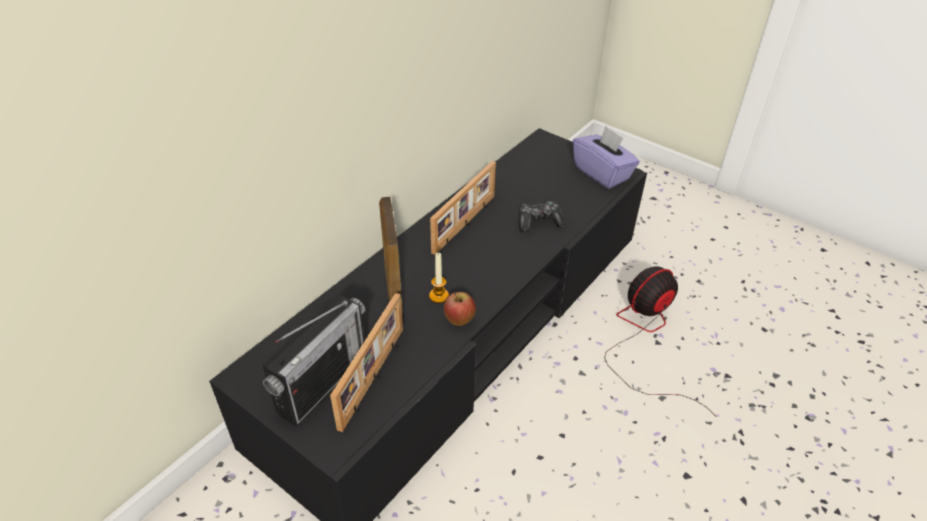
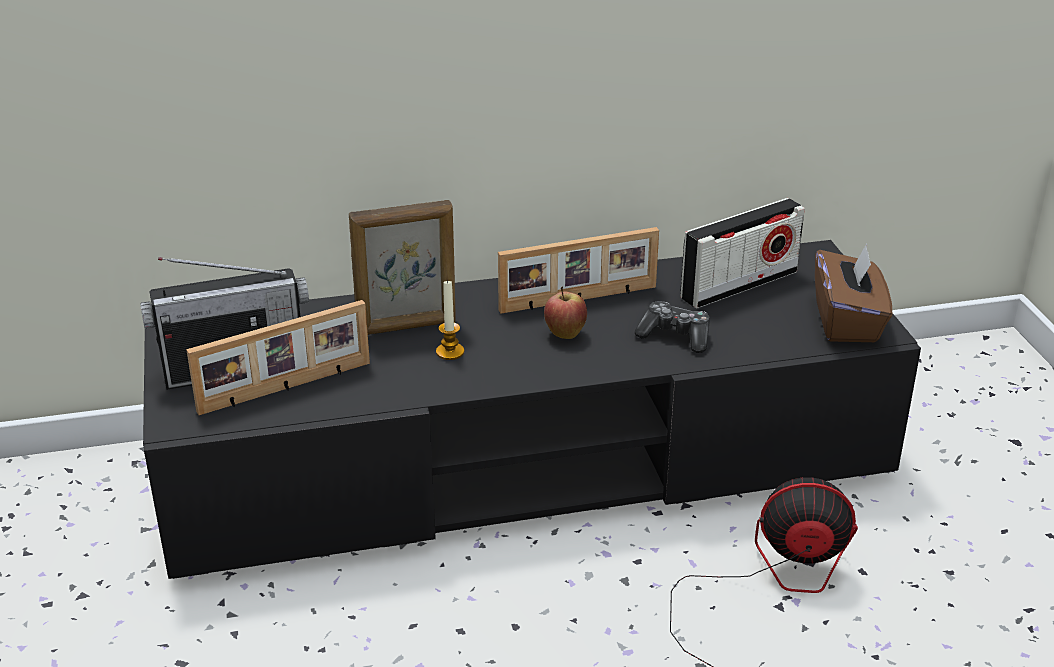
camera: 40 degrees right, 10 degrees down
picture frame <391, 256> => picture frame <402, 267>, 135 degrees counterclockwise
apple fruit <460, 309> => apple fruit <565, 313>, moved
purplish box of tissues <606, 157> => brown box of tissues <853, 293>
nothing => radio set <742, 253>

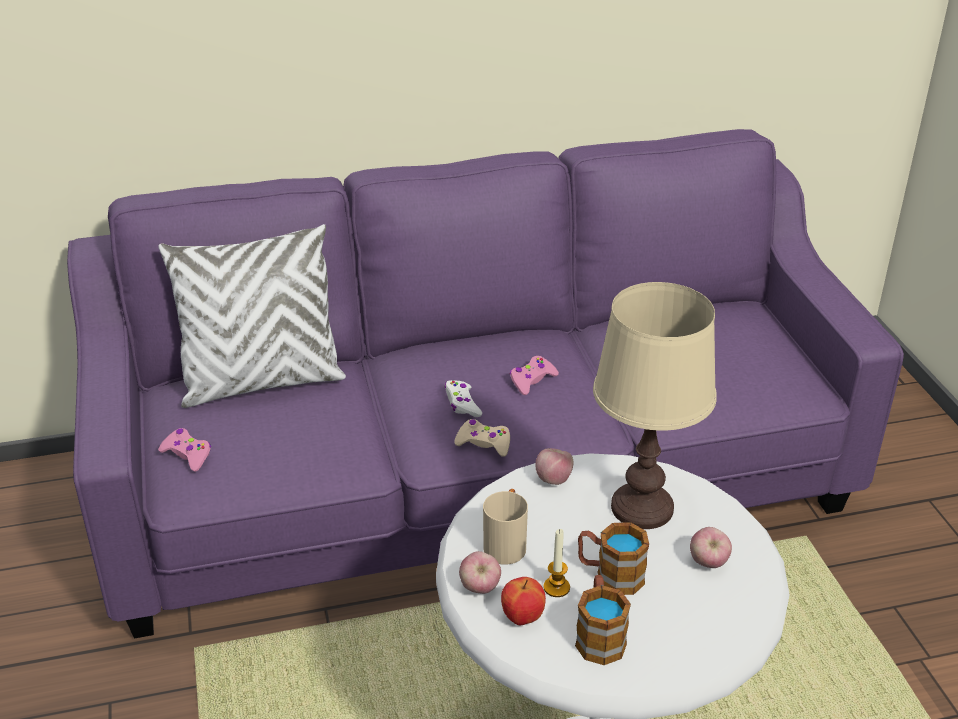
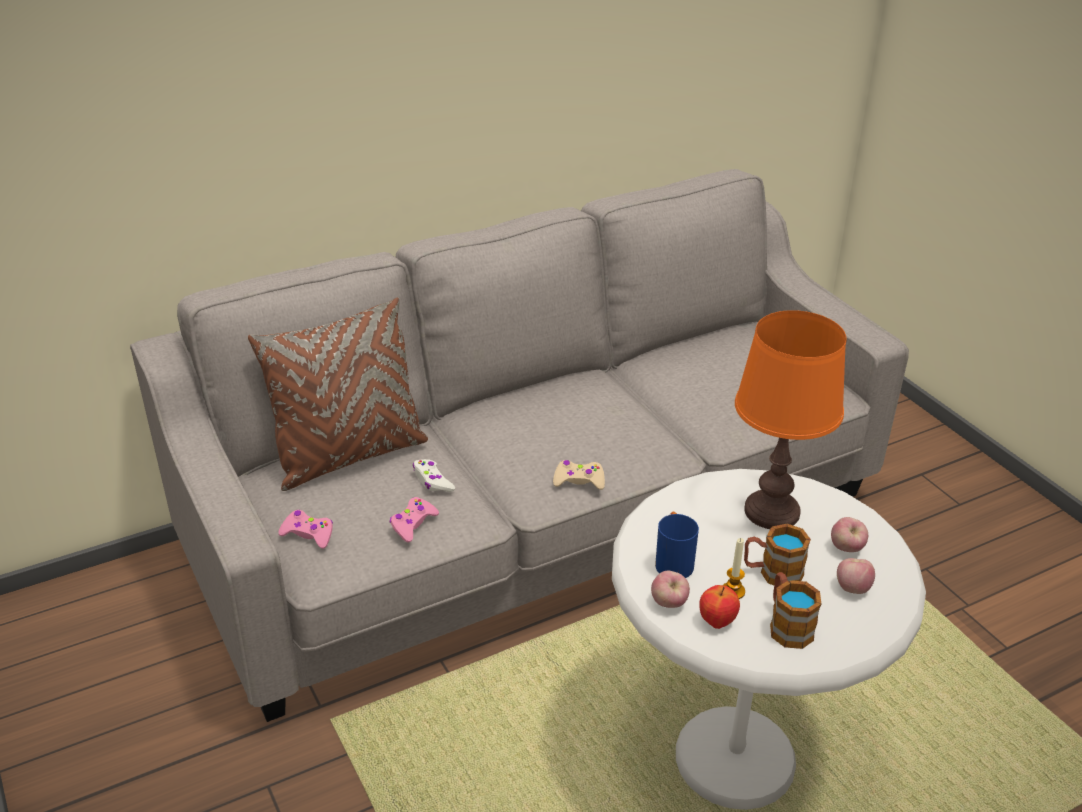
camera: 15 degrees left, 0 degrees up
purplish couch <485, 384> => grey couch <519, 445>
white-coloured cushion <252, 316> => brown cushion <338, 394>
white-coloured joypad <463, 398> => white-coloured joypad <434, 475>, moved
beige tea mug <505, 527> => bluish tea mug <677, 545>
pink-coloured joypad <534, 375> => pink-coloured joypad <414, 519>, moved
apple fruit <554, 466> => apple fruit <856, 576>, moved
beige table lamp <655, 405> => orangey table lamp <790, 419>

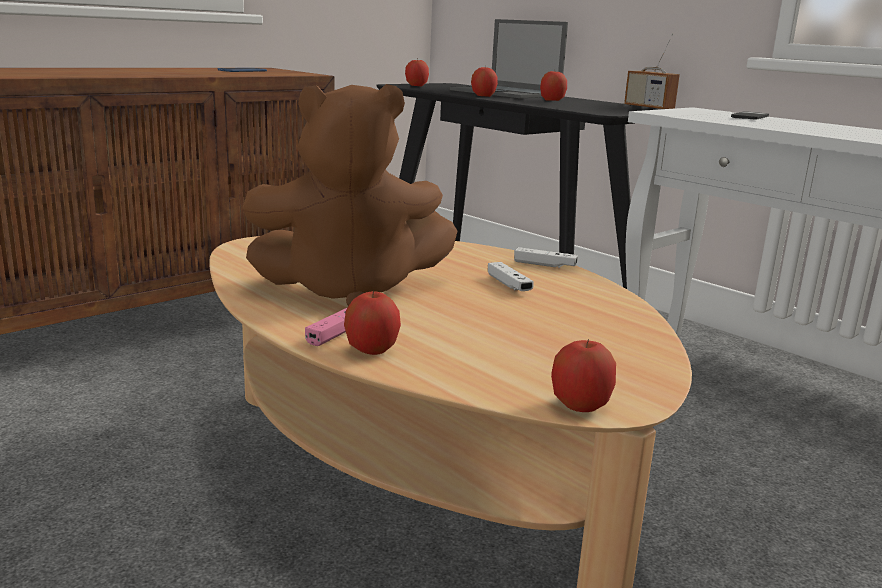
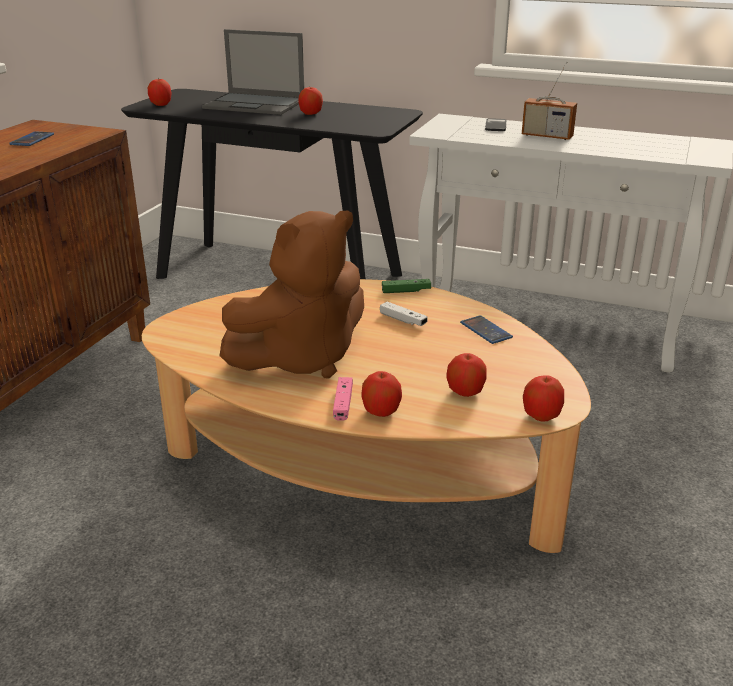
camera: 25 degrees left, 10 degrees up
apple fruit <484, 81> => apple fruit <467, 375>, moved
white-coloured joypad <546, 257> => green joypad <406, 286>
radio set <652, 71> => radio set <549, 101>, moved
nothing => handset <486, 329>

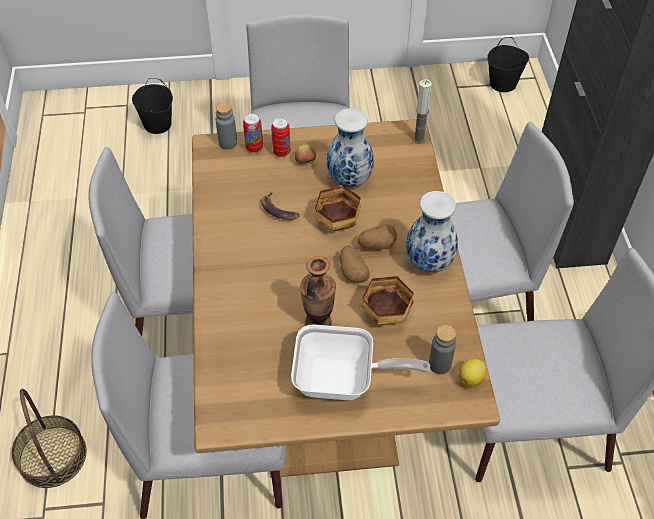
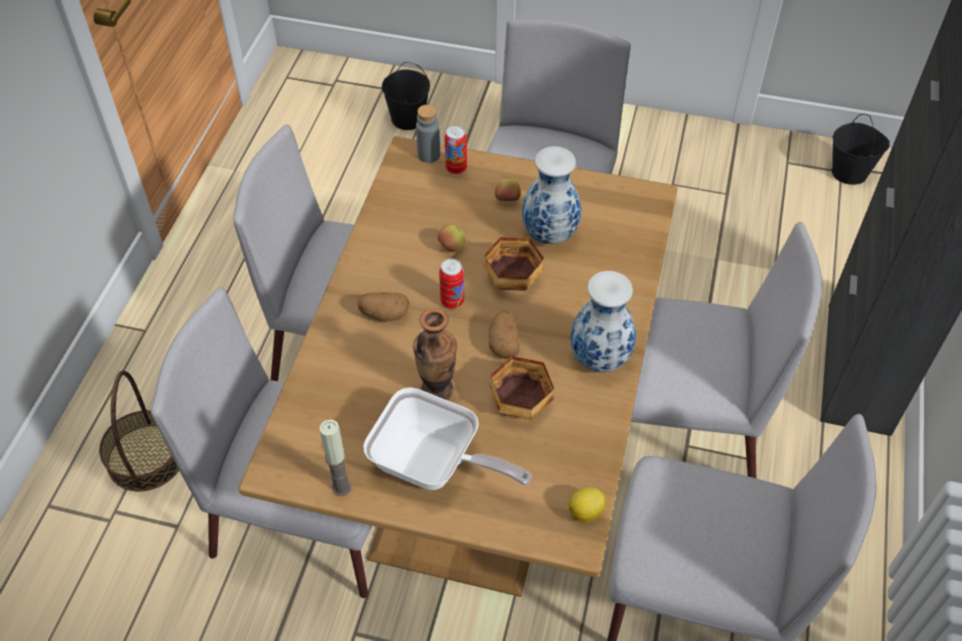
camera: 20 degrees right, 0 degrees up
banana <280, 206> => apple fruit <451, 238>
sealed can <281, 137> => sealed can <451, 284>, moved
potato <377, 237> => potato <384, 306>, moved
wax light <422, 111> => wax light <335, 457>, moved
grey beverage bottle <442, 349> => nothing

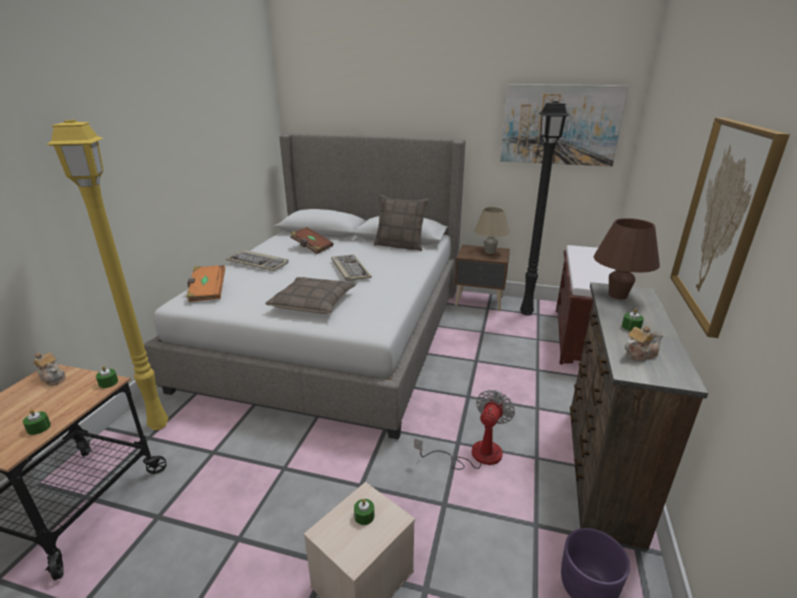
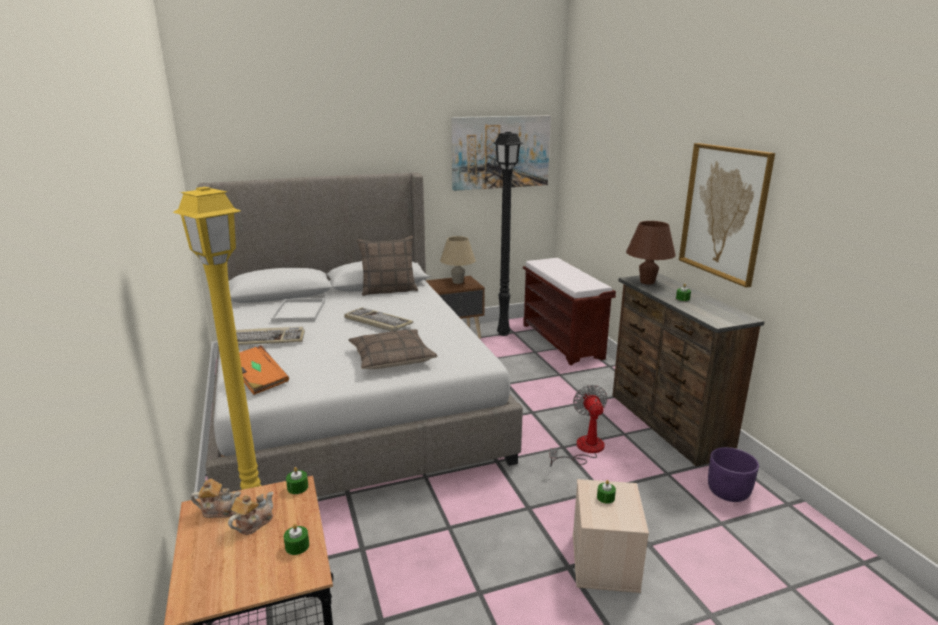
camera: 35 degrees left, 5 degrees down
brown volume <311, 240> => white-coloured carrying tray <298, 310>
teapot <644, 343> => teapot <250, 513>, moved

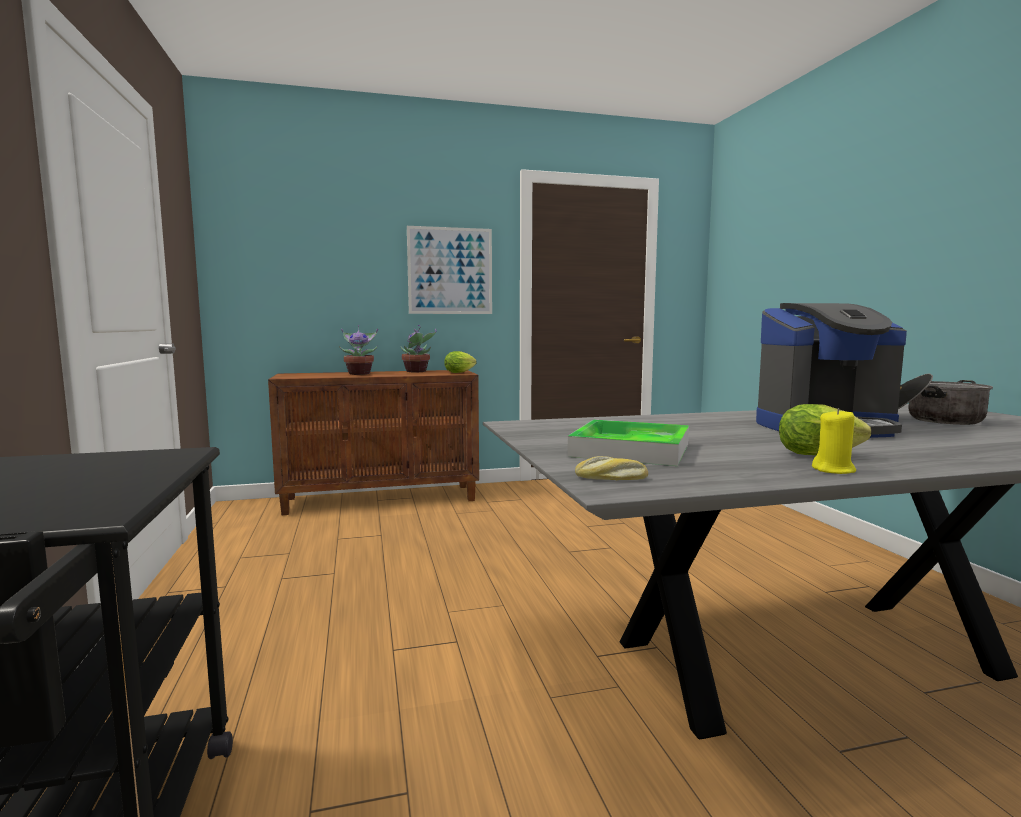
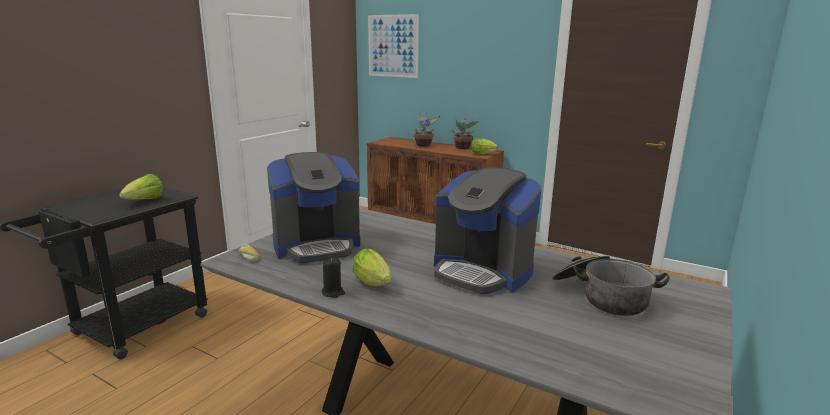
camera: 45 degrees right, 10 degrees up
picture <449, 270> => picture <393, 46>, moved
carrying tray <628, 443> => coffee brewer <314, 207>
yellowish wax light <834, 441> => blackish wax light <333, 277>
nothing => lettuce head <141, 187>

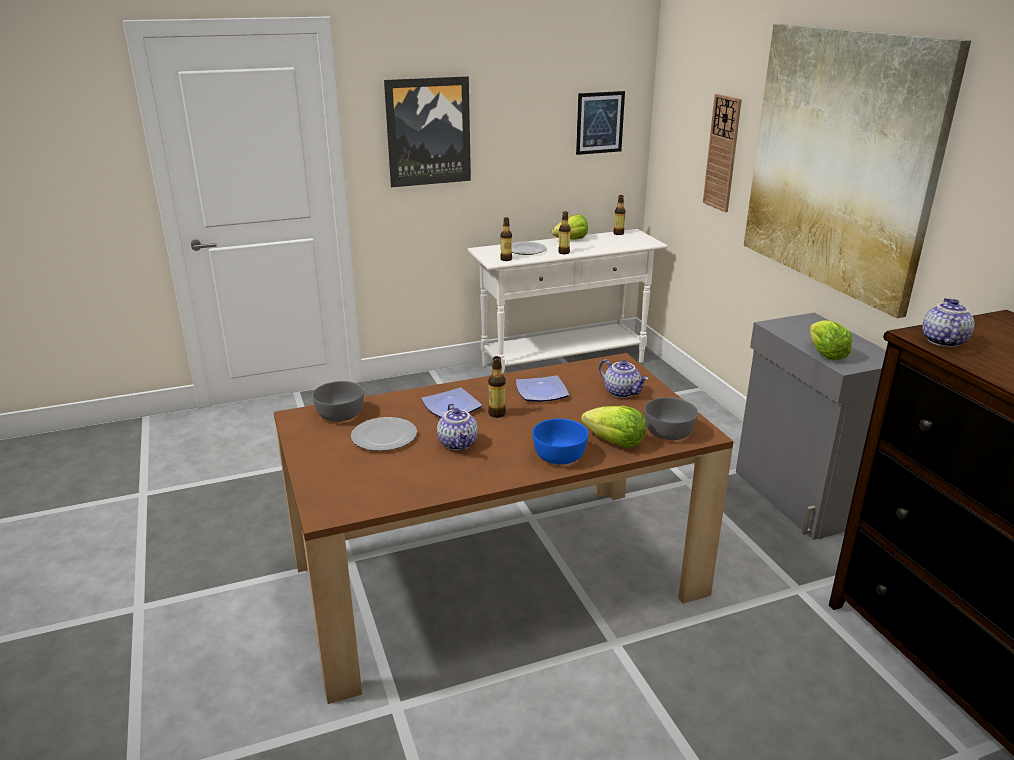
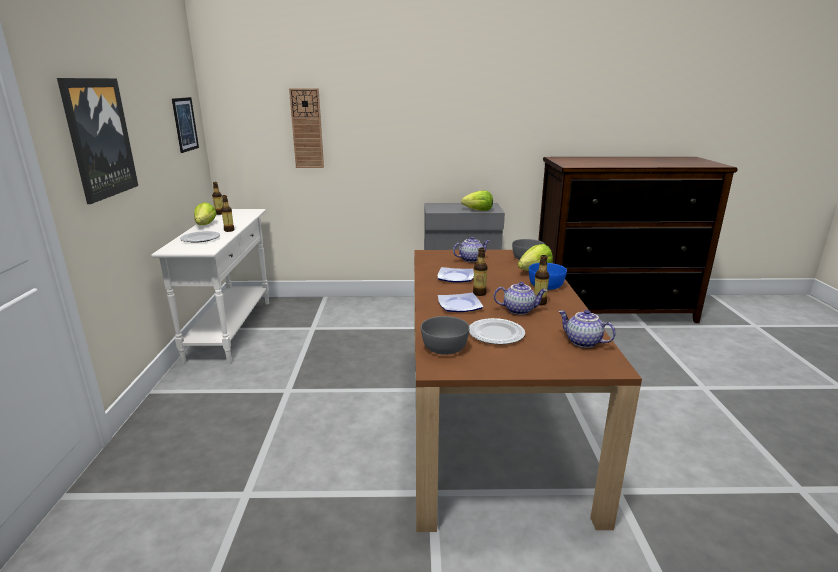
camera: 70 degrees left, 5 degrees down
beverage bottle <506, 239> => beverage bottle <541, 280>, moved
picture <857, 171> => nothing
teapot <948, 322> => teapot <587, 329>, moved

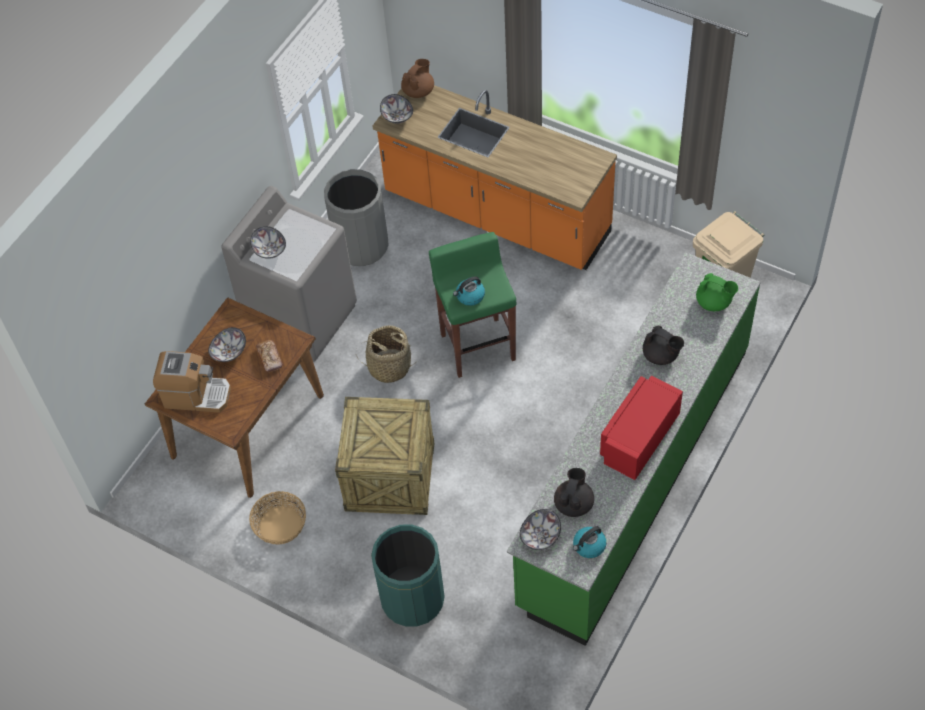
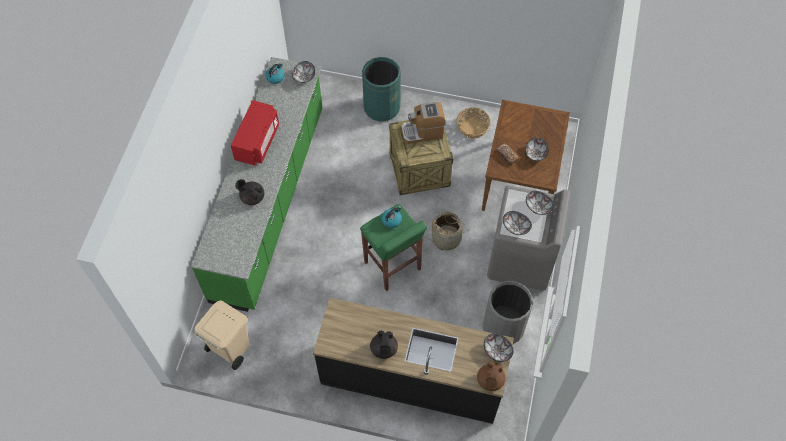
camera: 160 degrees right, 5 degrees up
coffee brewer <192, 382> => coffee brewer <423, 123>, moved
orangey kitchen base unit <494, 177> => blackish kitchen base unit <413, 360>
blackish teapot <574, 492> => blackish teapot <384, 344>, moved
green teapot <717, 292> => nothing
nothing => bowl <517, 223>

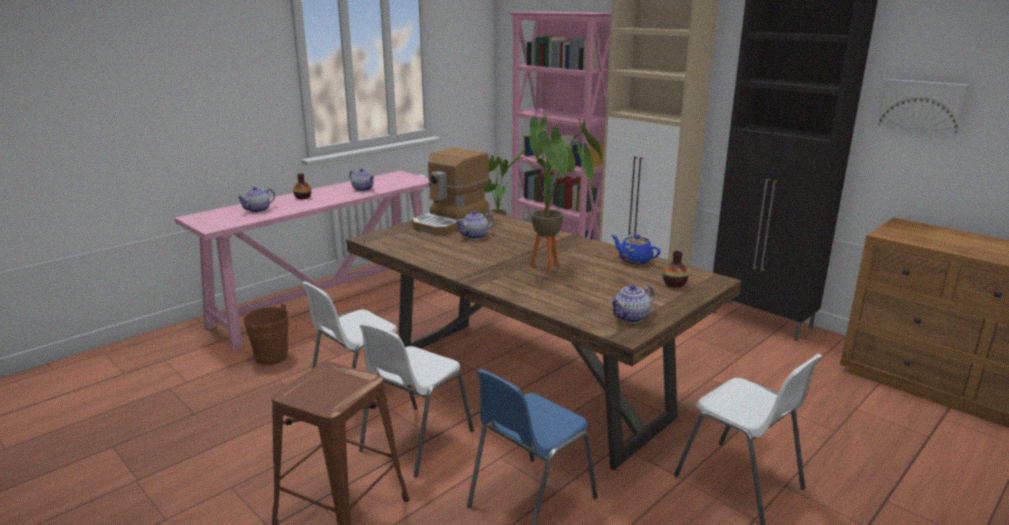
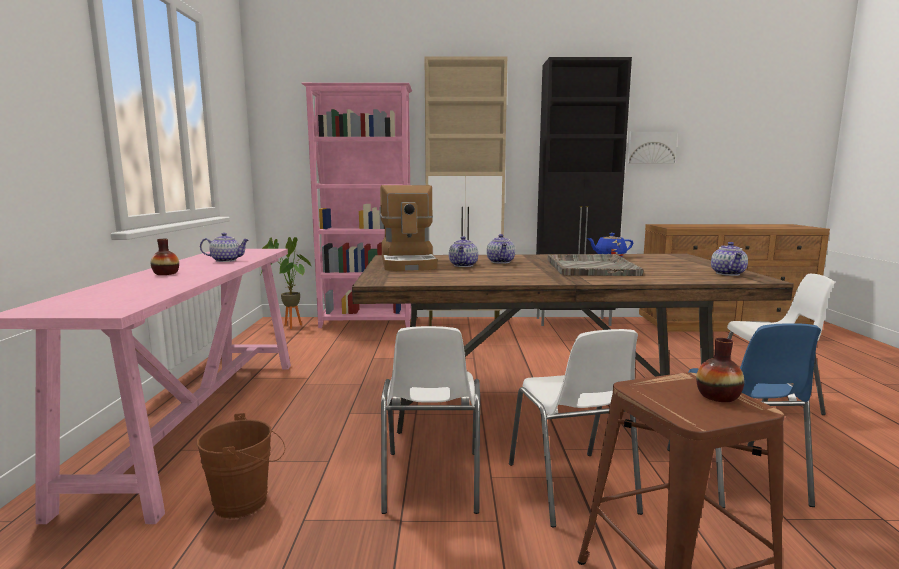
camera: 45 degrees left, 10 degrees down
teapot <256, 200> => teapot <501, 249>, moved
plant in a pot <553, 194> => grey carrying tray <595, 265>
vase <675, 269> => vase <720, 370>, moved

